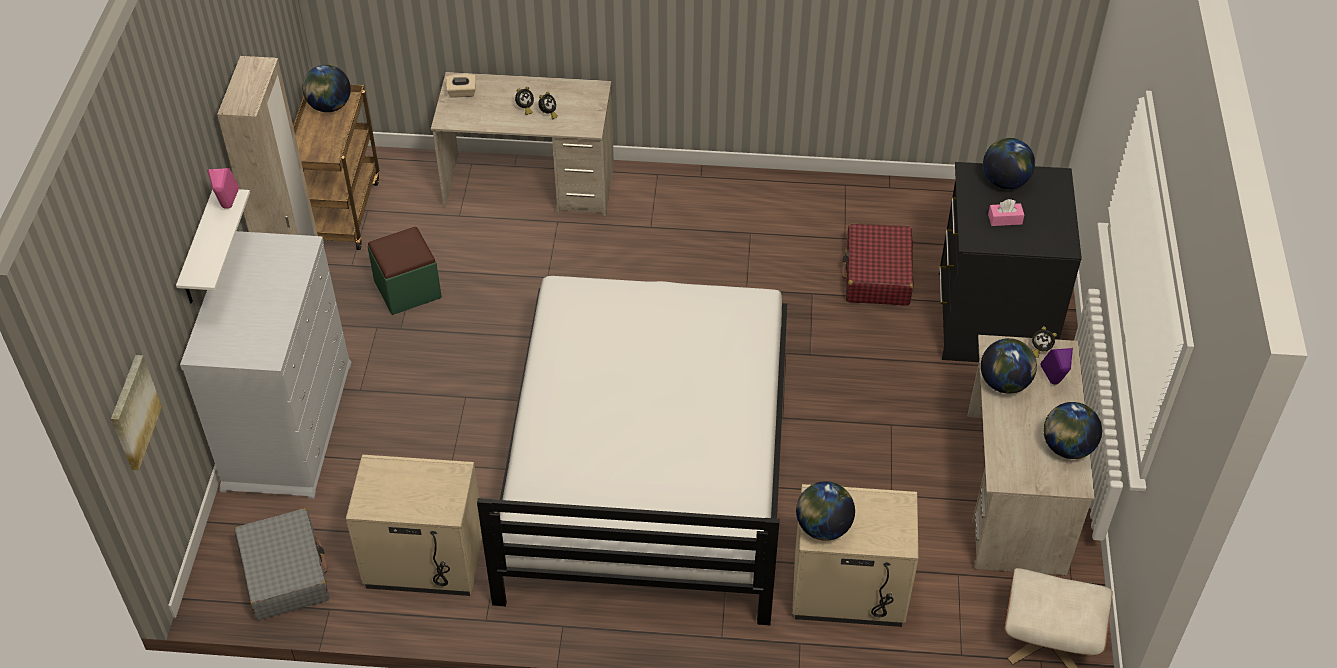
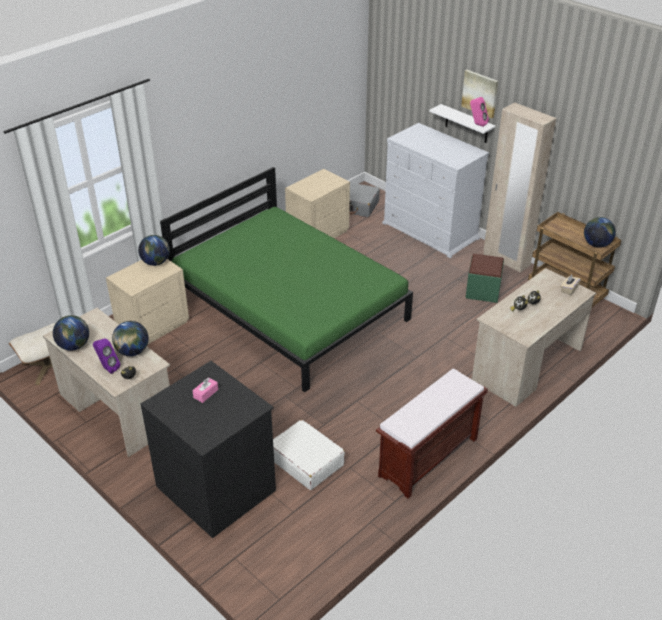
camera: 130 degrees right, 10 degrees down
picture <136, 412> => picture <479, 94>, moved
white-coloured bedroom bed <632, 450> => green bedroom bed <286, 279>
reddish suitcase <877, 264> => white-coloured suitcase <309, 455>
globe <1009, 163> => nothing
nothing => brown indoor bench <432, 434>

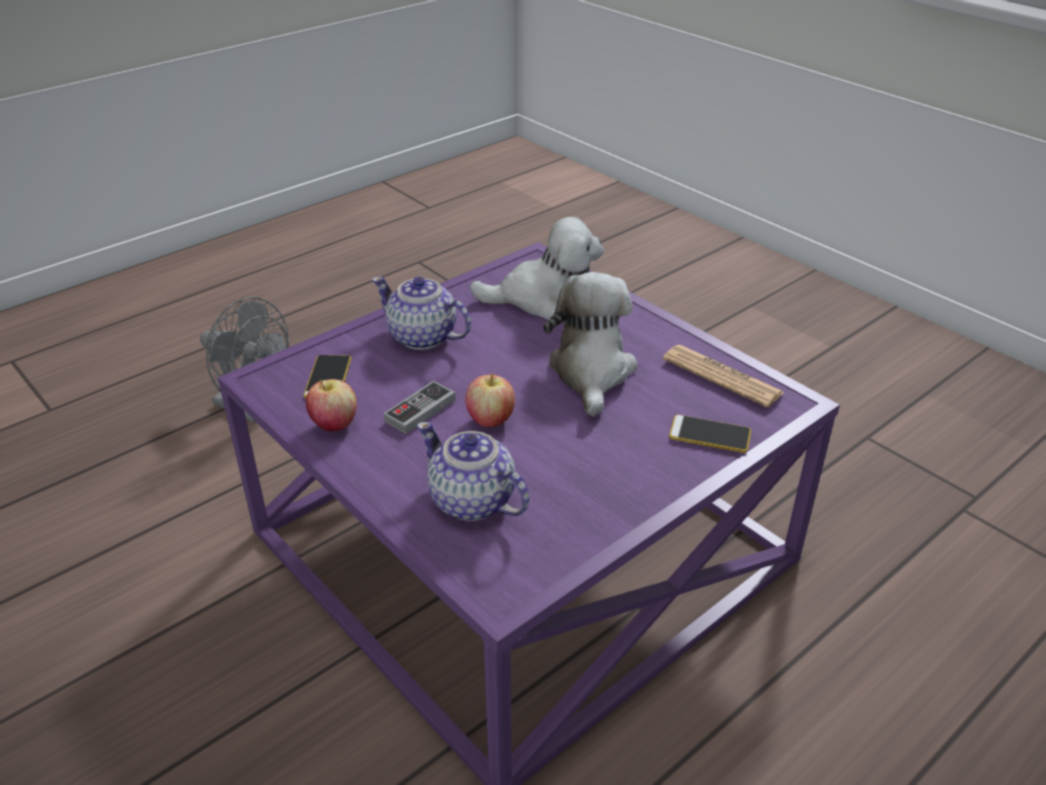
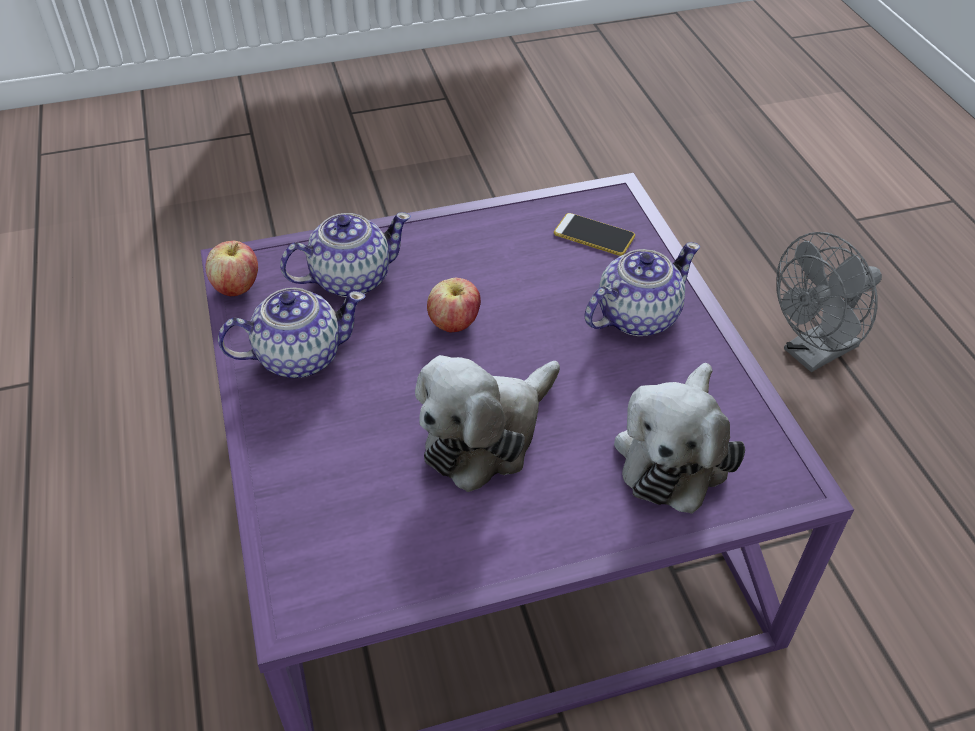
camera: 115 degrees right, 10 degrees up
apple fruit <331, 405> => apple fruit <232, 268>, moved
joypad <419, 407> => nothing
cuddly toy <590, 344> => cuddly toy <487, 423>, 105 degrees clockwise
newspaper <724, 376> => nothing
handset <710, 434> => nothing
nothing => teapot <291, 332>

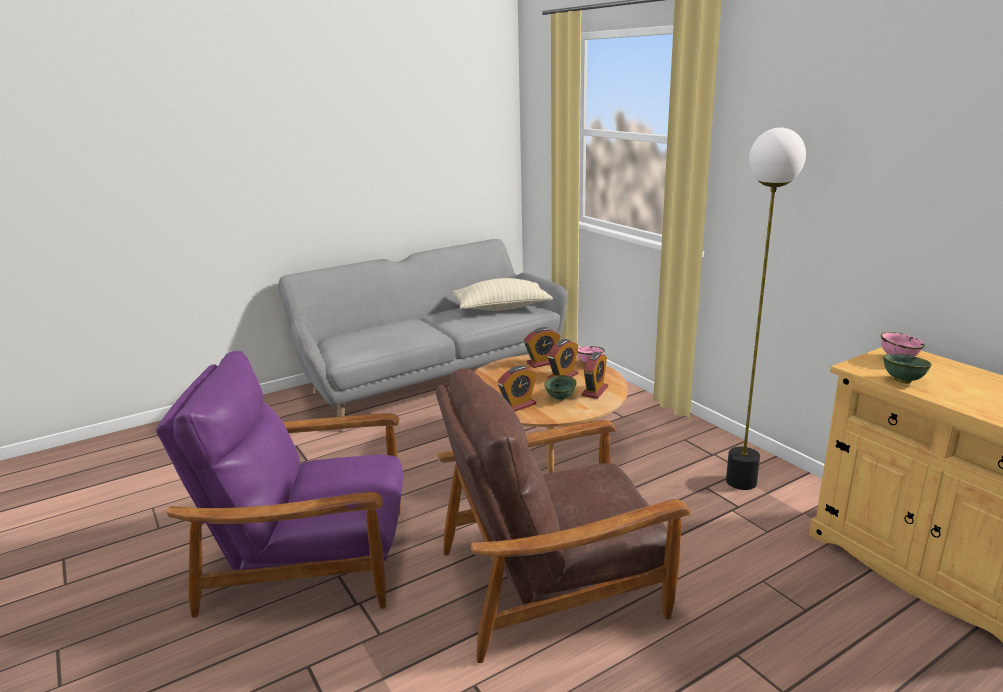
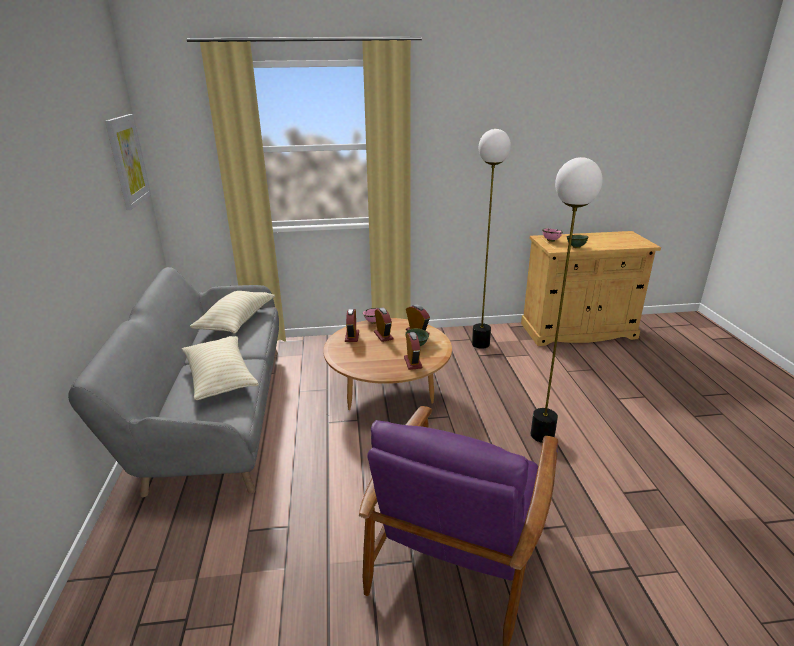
camera: 65 degrees left, 5 degrees up
brown lounge chair <563, 515> => standard lamp <567, 300>
nothing => picture <128, 162>
nothing => beige cushion <220, 368>

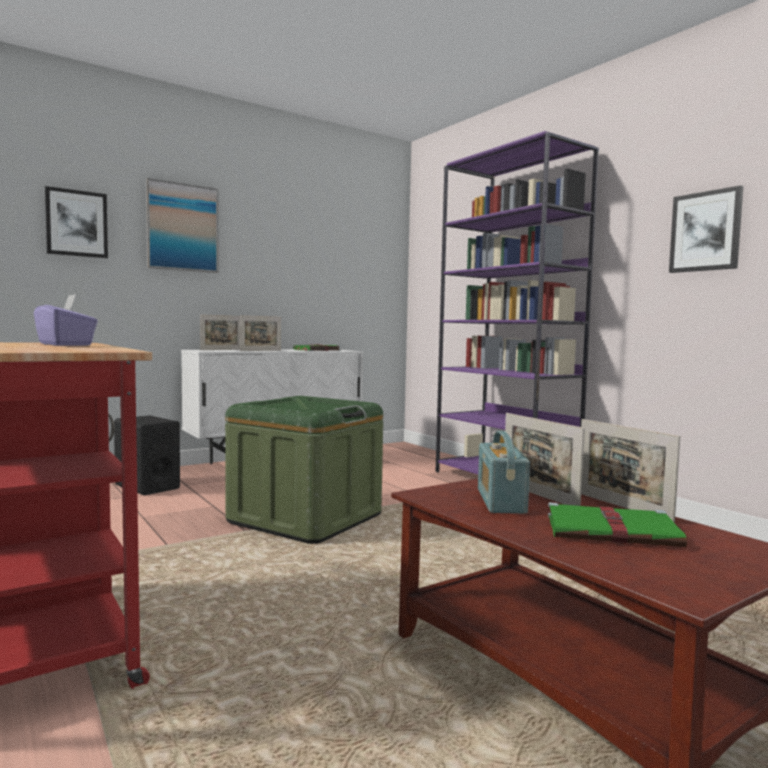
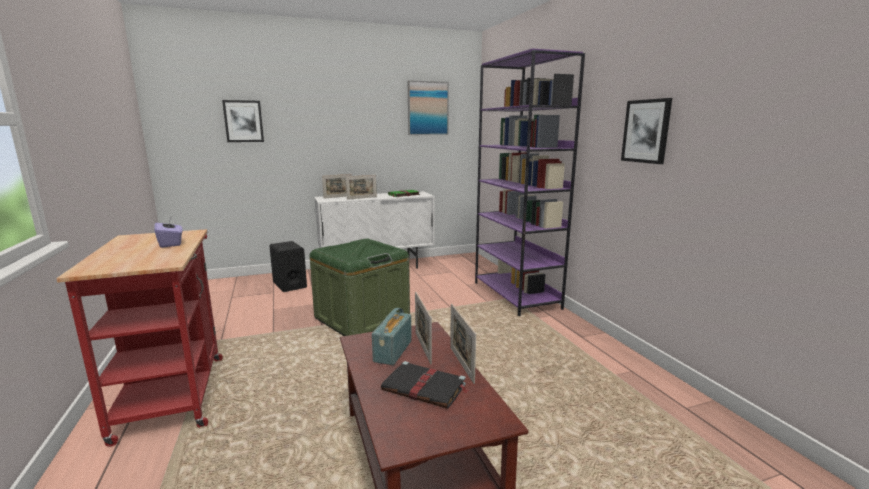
camera: 15 degrees right, 10 degrees up
picture <182, 225> => picture <428, 107>, moved
green volume <617, 524> => blackish volume <425, 385>

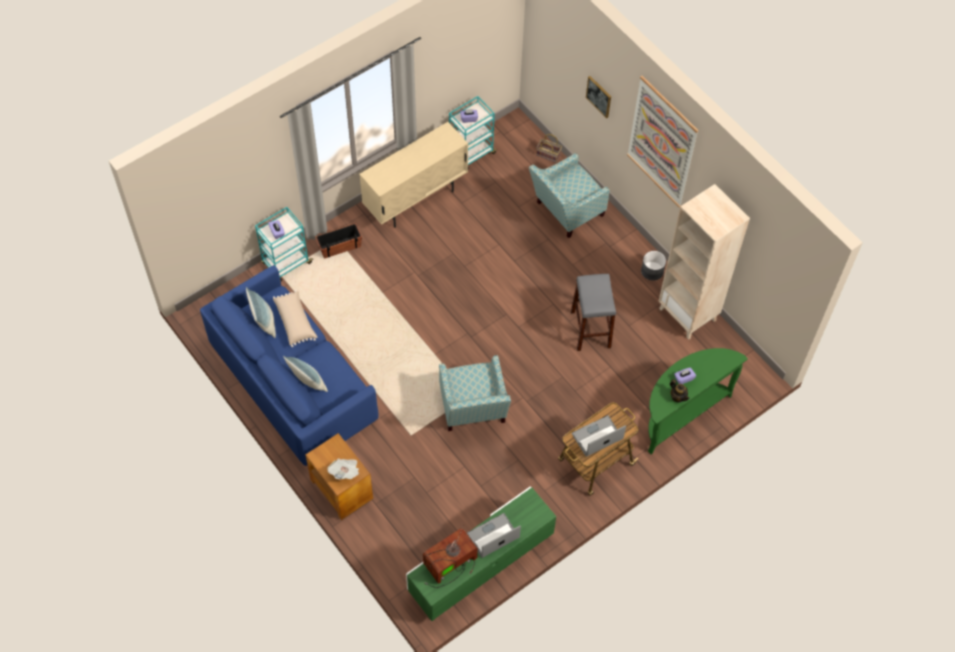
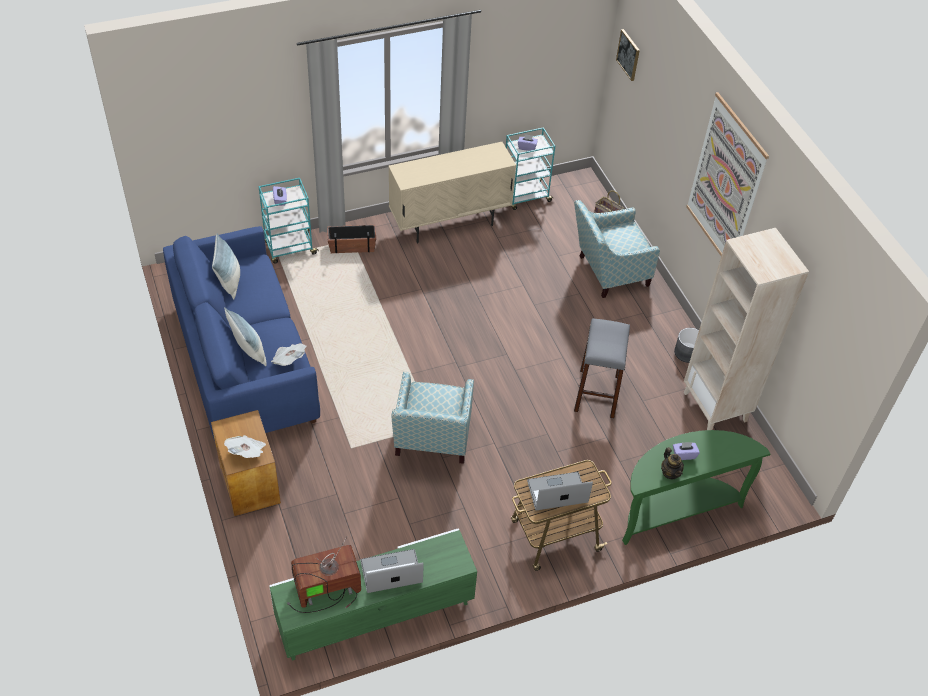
camera: 15 degrees right, 10 degrees down
beige cushion <295, 318> => nothing
picture <598, 97> => picture <628, 55>, moved
nothing => newspaper <289, 354>

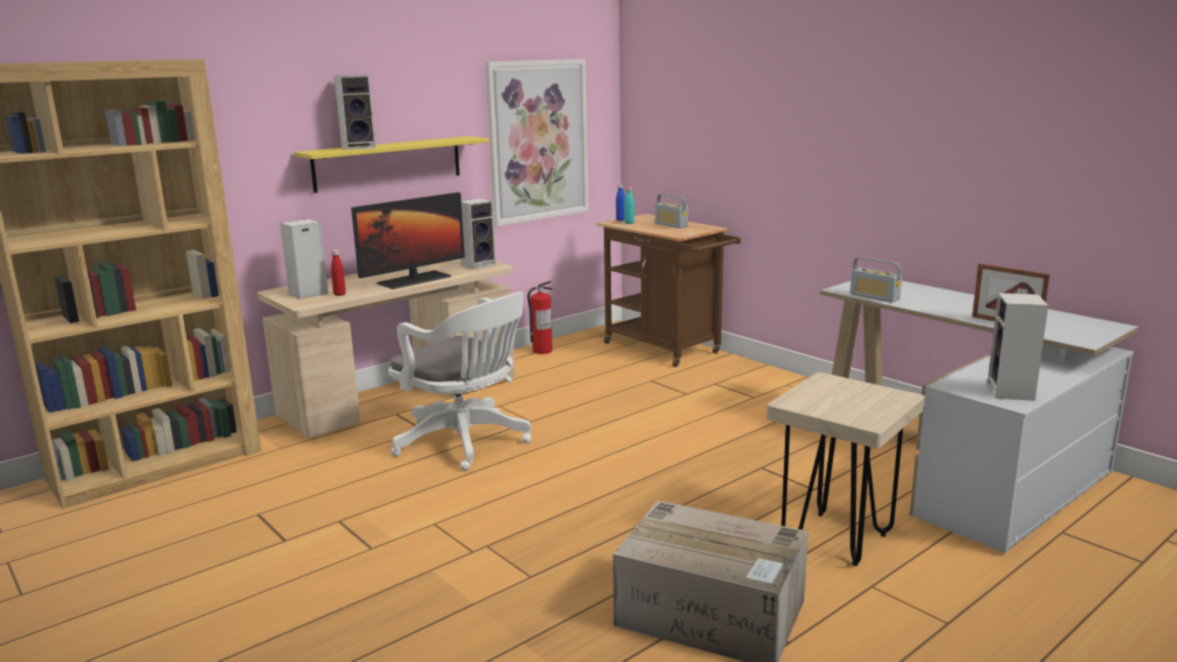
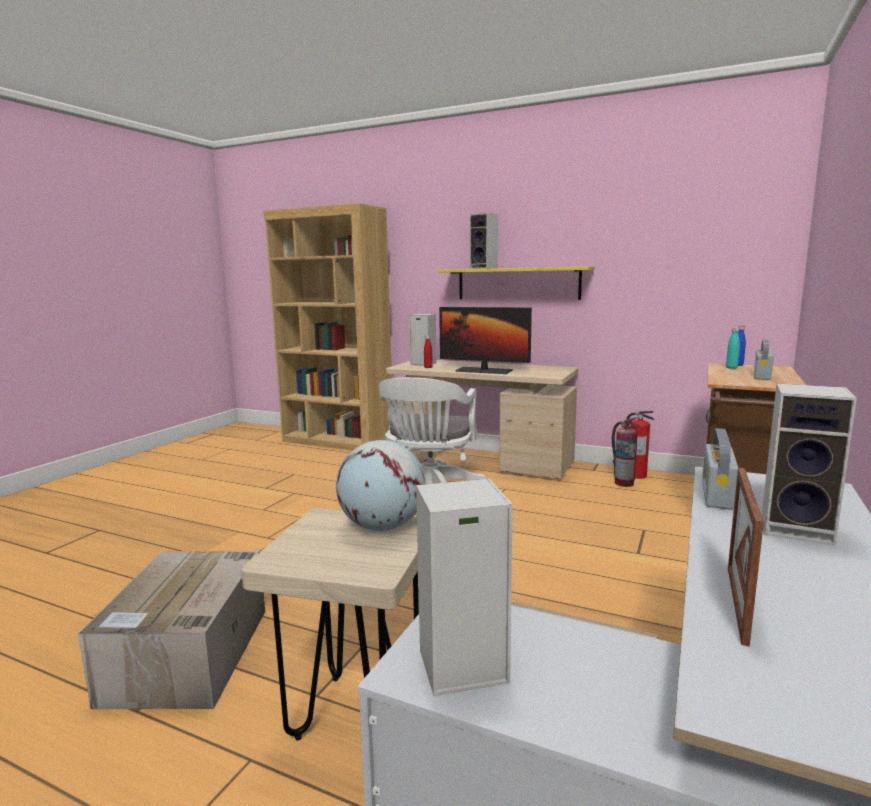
camera: 65 degrees right, 5 degrees down
audio speaker <478, 234> => audio speaker <809, 464>, moved
picture <537, 142> => nothing
nothing => globe <381, 485>
nothing => extinguisher <627, 452>

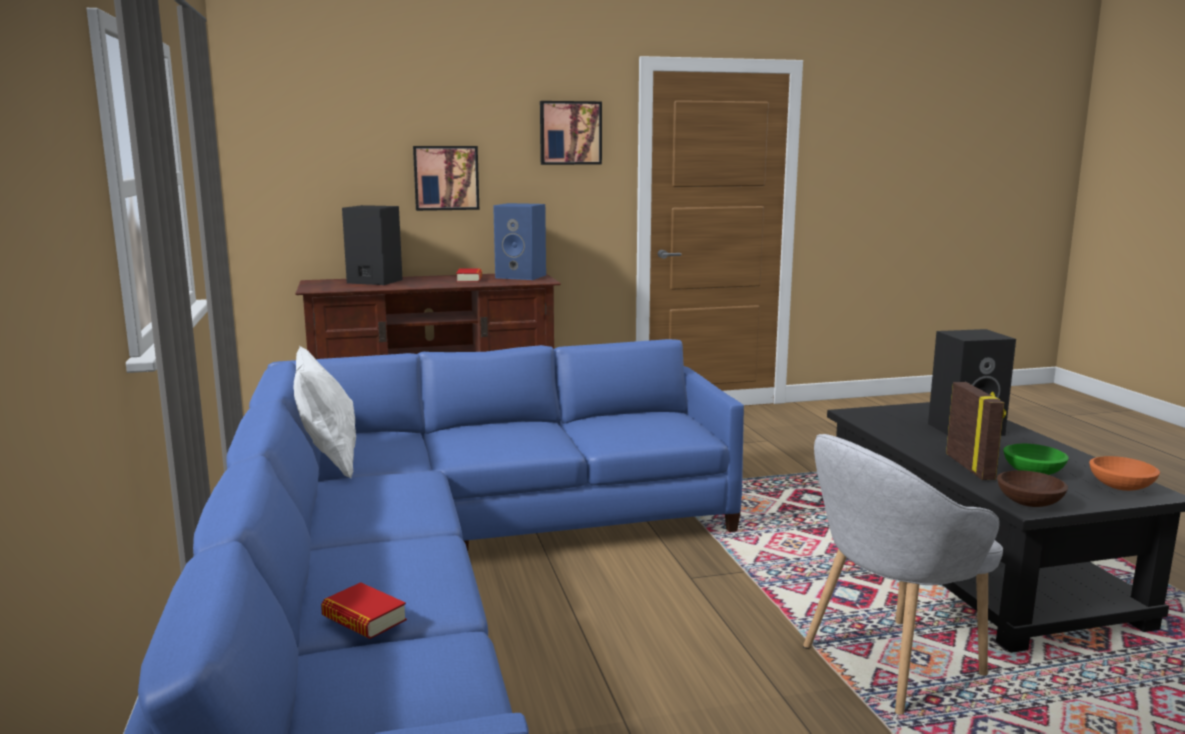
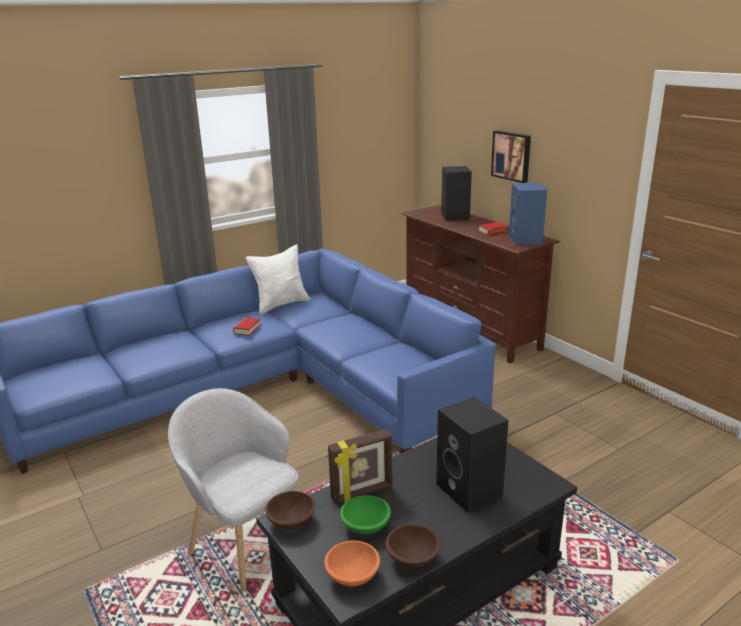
camera: 70 degrees right, 10 degrees up
volume <364, 610> => volume <247, 326>, moved
picture <571, 133> => nothing
nothing => brown bowl <413, 546>

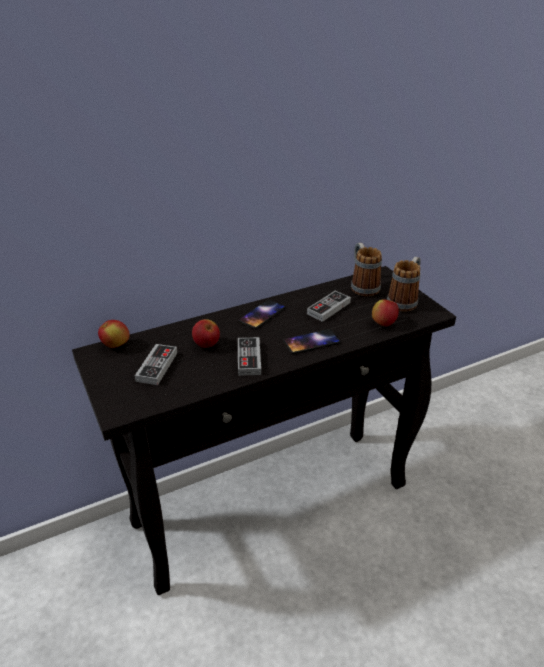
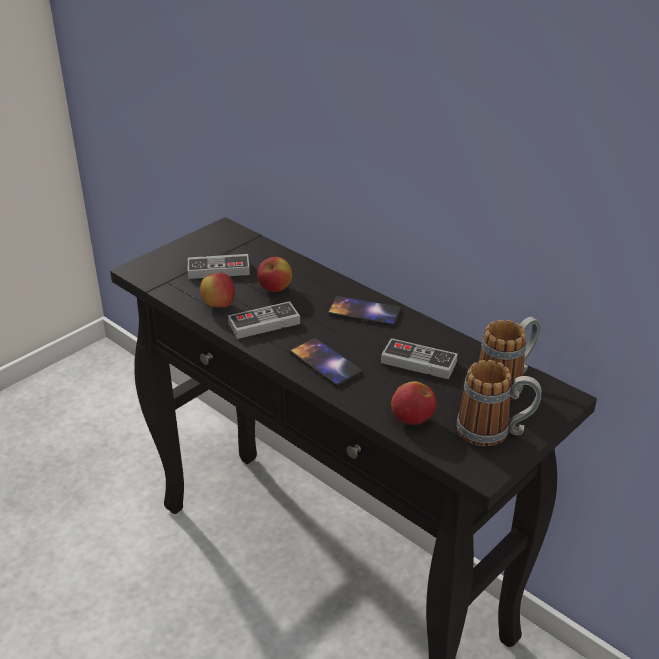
camera: 70 degrees right, 0 degrees up
apple fruit <114, 334> => apple fruit <217, 290>, moved

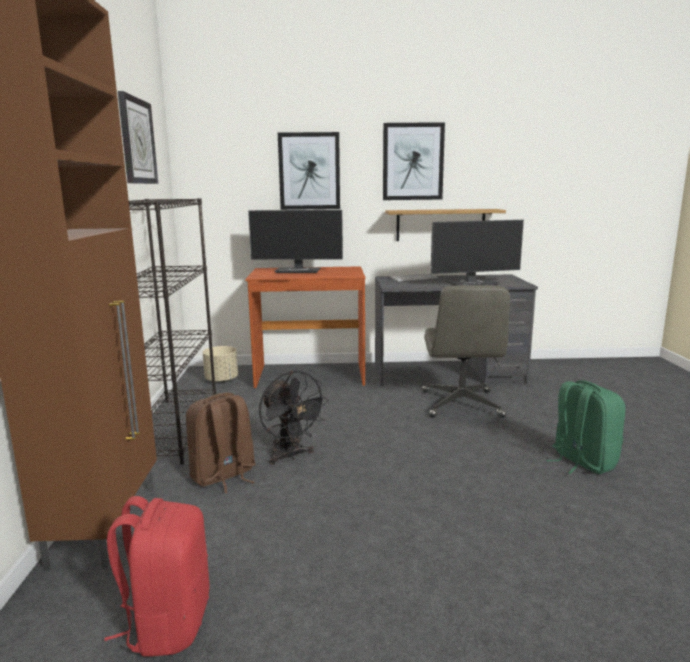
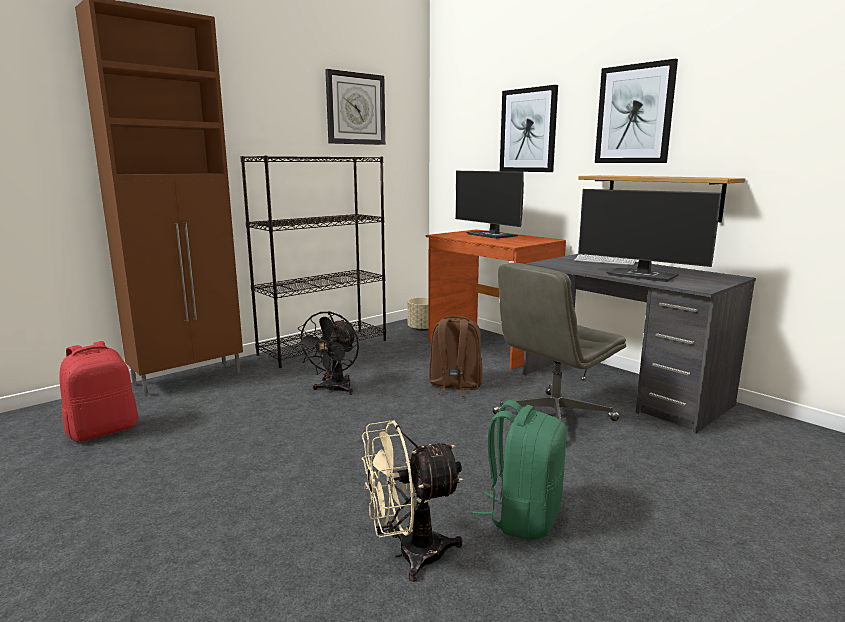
camera: 50 degrees right, 0 degrees up
brown knapsack <221, 443> => brown knapsack <455, 356>, moved
nothing => beige electric fan <412, 501>

